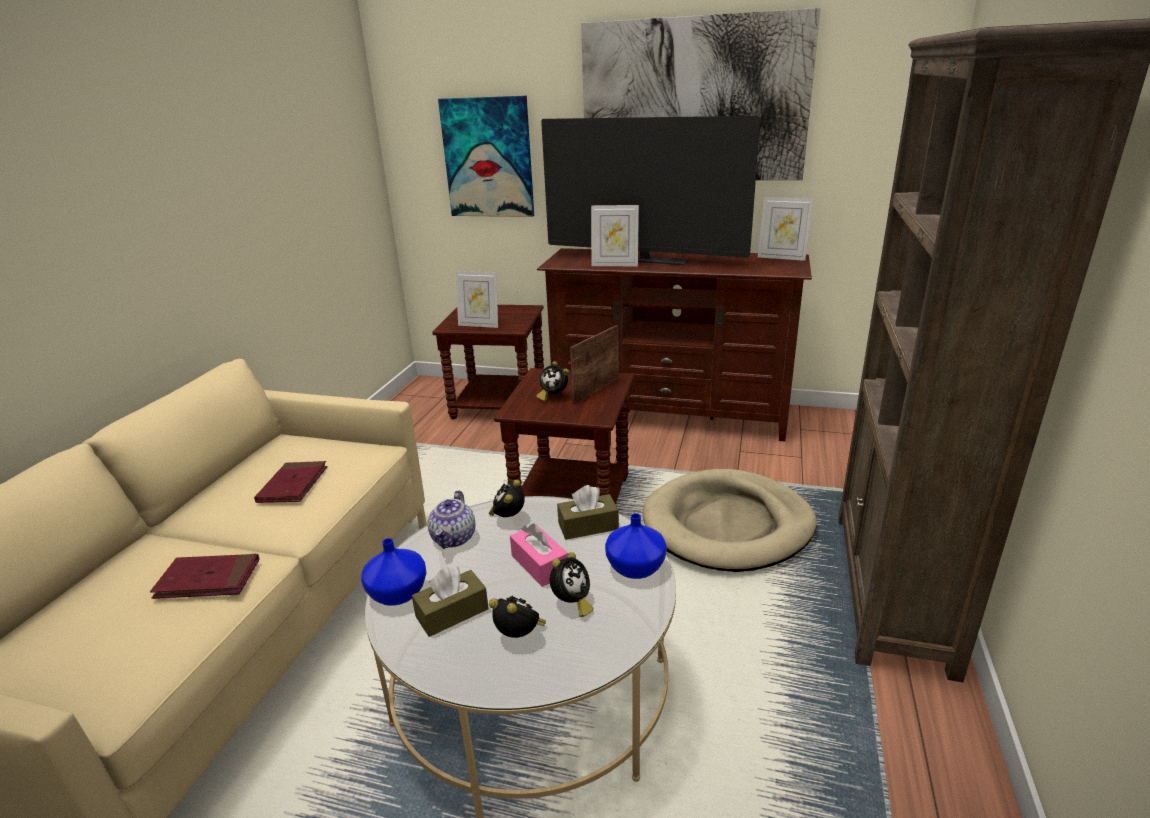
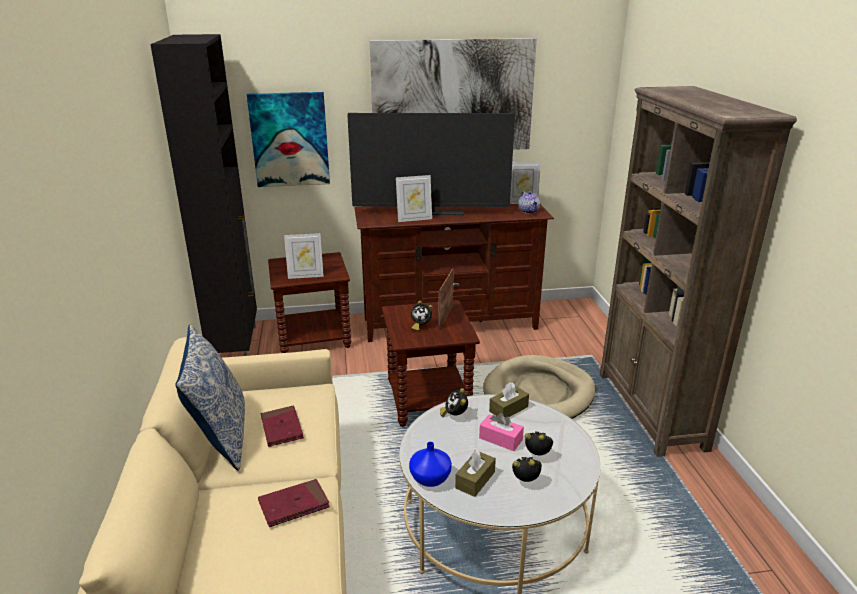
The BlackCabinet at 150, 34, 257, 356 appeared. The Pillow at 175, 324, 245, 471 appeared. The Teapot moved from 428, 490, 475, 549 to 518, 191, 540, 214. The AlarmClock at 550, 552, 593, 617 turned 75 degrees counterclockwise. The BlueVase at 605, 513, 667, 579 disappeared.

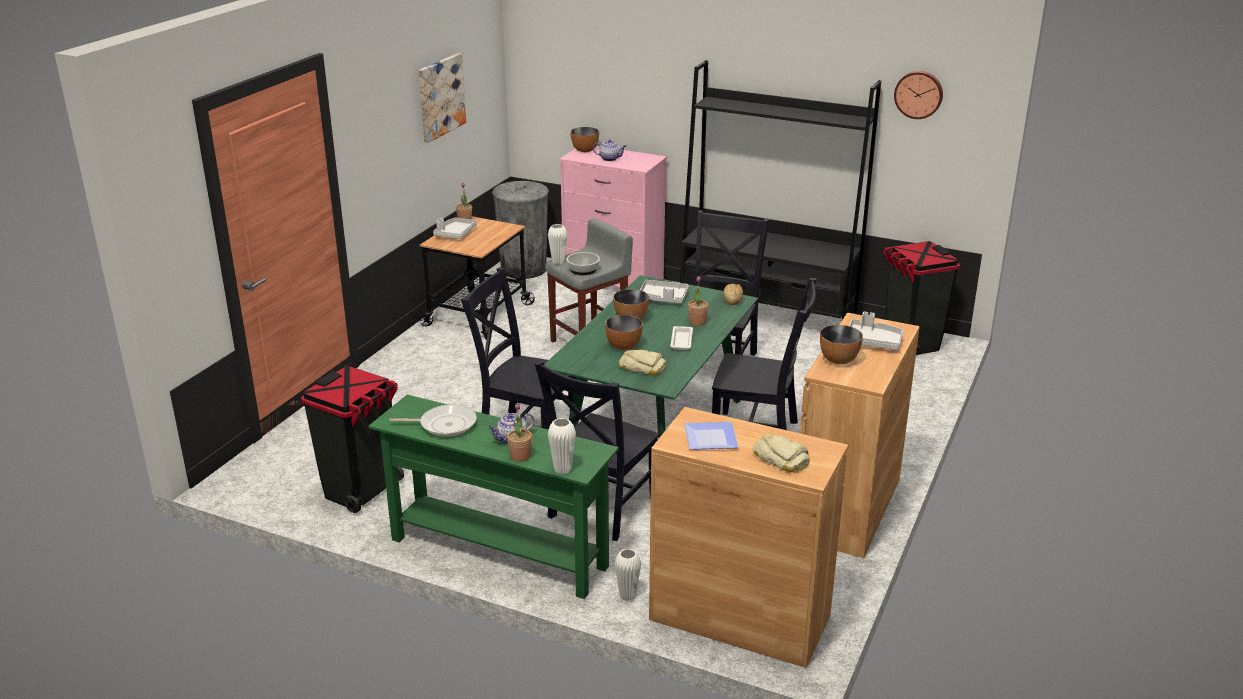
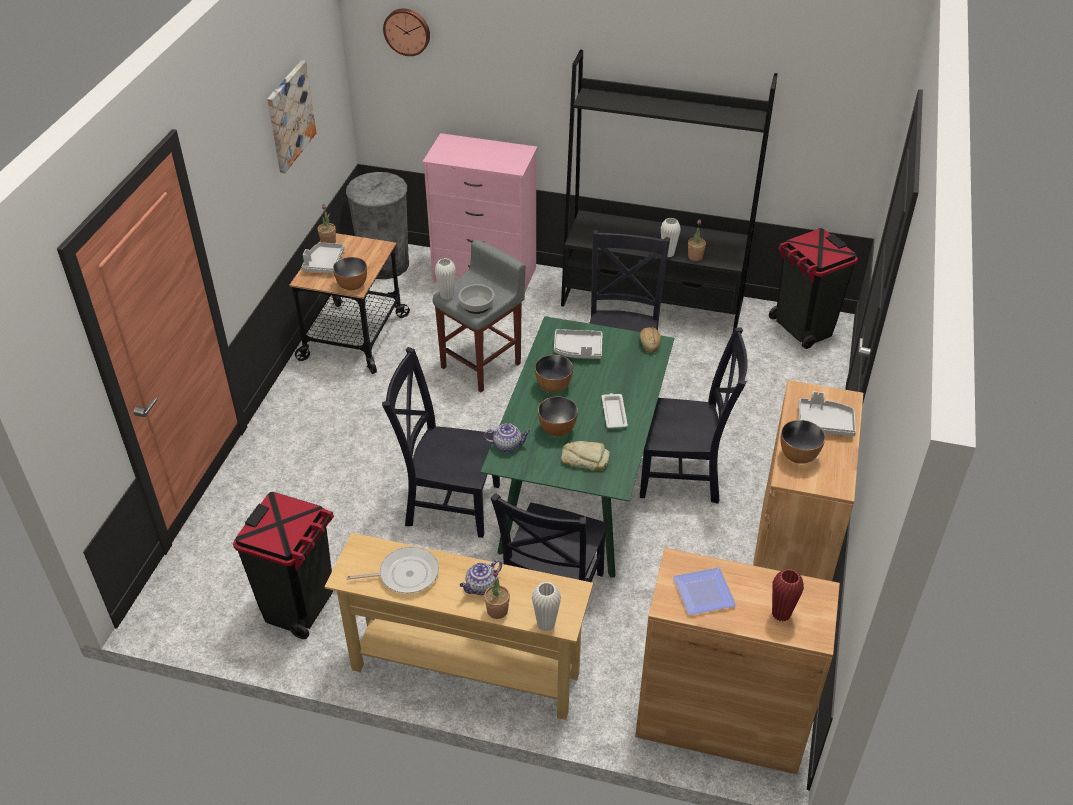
The GreenConsoleTable at 369, 394, 619, 599 became the BeigeConsoleTable at 324, 533, 593, 720. The Bowl moved from 570, 127, 599, 152 to 333, 257, 367, 290. The WallClock moved from 894, 71, 943, 119 to 383, 8, 430, 56. The Teapot moved from 593, 139, 626, 161 to 484, 423, 531, 452. The WhiteVase moved from 614, 549, 641, 601 to 661, 218, 681, 257. The PottedPlant moved from 688, 276, 708, 326 to 688, 219, 706, 261. The Bread at 753, 434, 810, 472 was replaced by the RedVase at 772, 569, 804, 622.

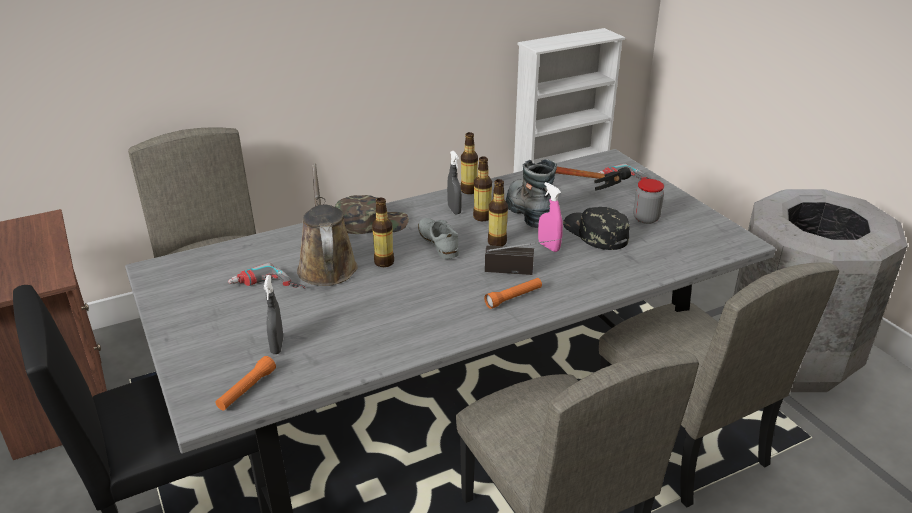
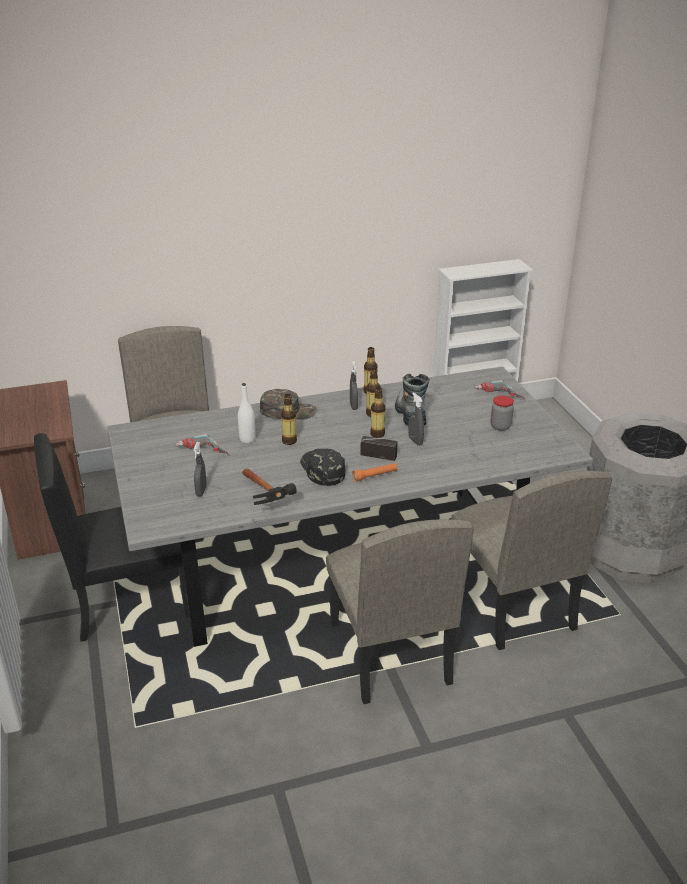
The BrownWateringCan at 297, 163, 358, 286 was replaced by the WhiteBottle at 238, 383, 255, 443. The Hammer moved from 556, 167, 631, 191 to 242, 469, 297, 505. The BlackCap moved from 563, 207, 630, 250 to 300, 449, 346, 486. The PinkSprayBottle at 538, 182, 563, 252 became the GreySprayBottle at 408, 392, 424, 446. The OrangeFlashlight at 215, 356, 276, 411 disappeared. The GreyShoe at 418, 218, 459, 259 disappeared.

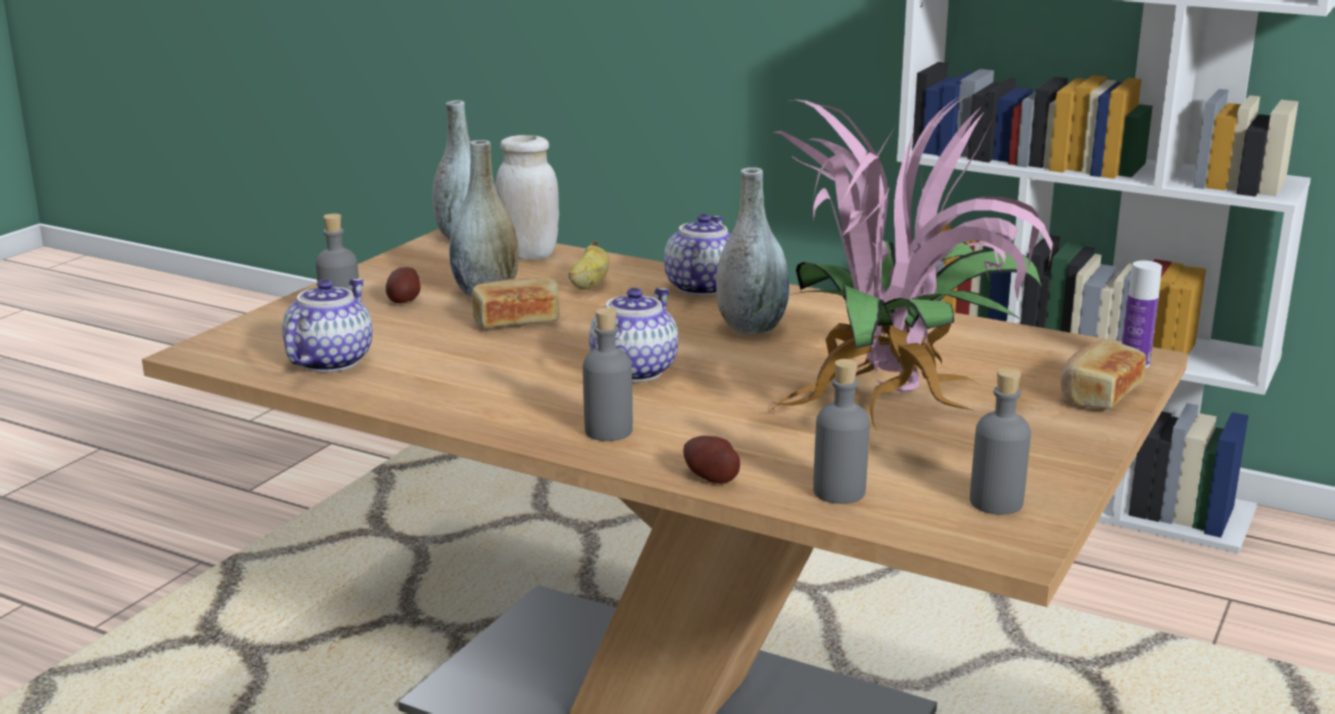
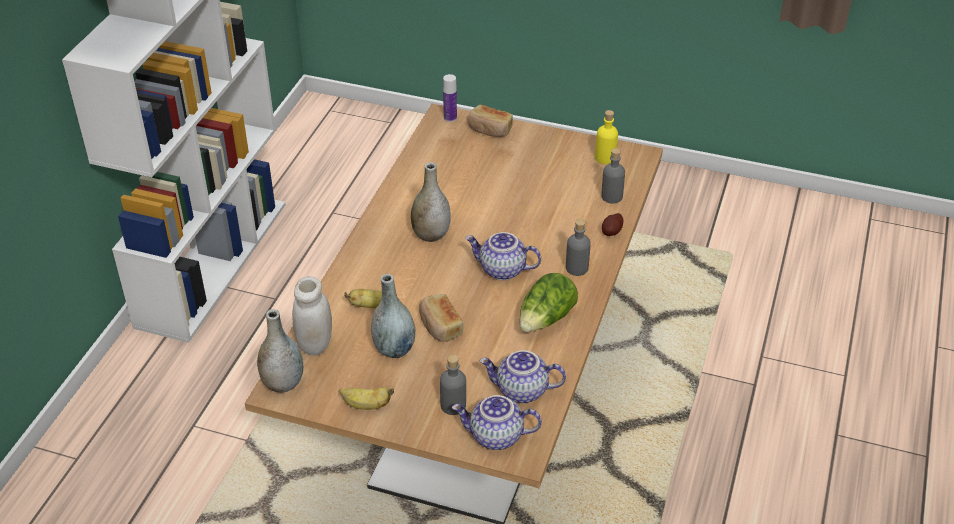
The Banana at 339, 388, 394, 410 appeared. The Teapot moved from 664, 214, 731, 296 to 452, 395, 542, 450. The Lettuce at 520, 273, 578, 332 appeared. The GreyBottle at 970, 368, 1031, 515 became the YellowBottle at 595, 110, 618, 164. The Potato at 386, 267, 421, 303 disappeared. The PottedPlant at 751, 94, 1053, 431 disappeared.

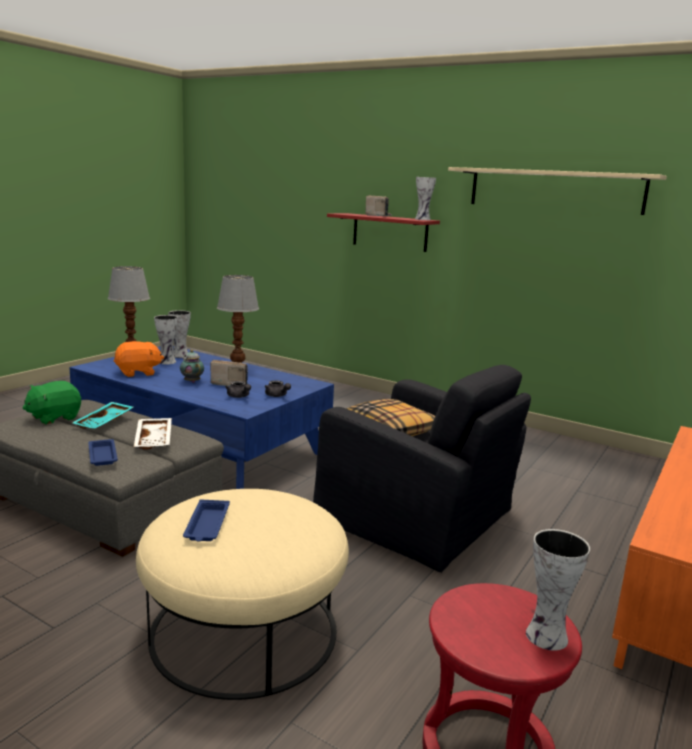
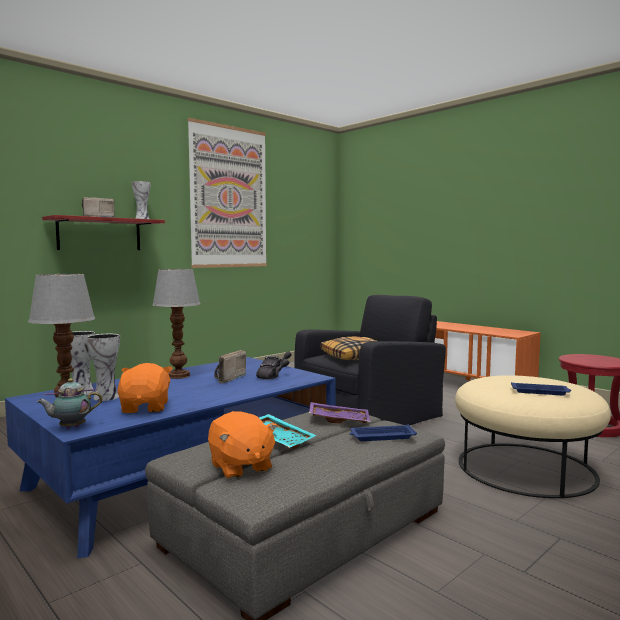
The Teapot moved from 180, 350, 204, 383 to 37, 378, 102, 428. The BeigeShelf at 448, 167, 667, 215 was replaced by the Picture at 188, 118, 267, 268. The GreenPlushToy at 23, 381, 81, 425 became the OrangePlushToy at 208, 411, 277, 479. The WhiteTray at 134, 418, 172, 450 became the PurpleTray at 309, 402, 370, 424. The Vase at 526, 529, 590, 651 disappeared.

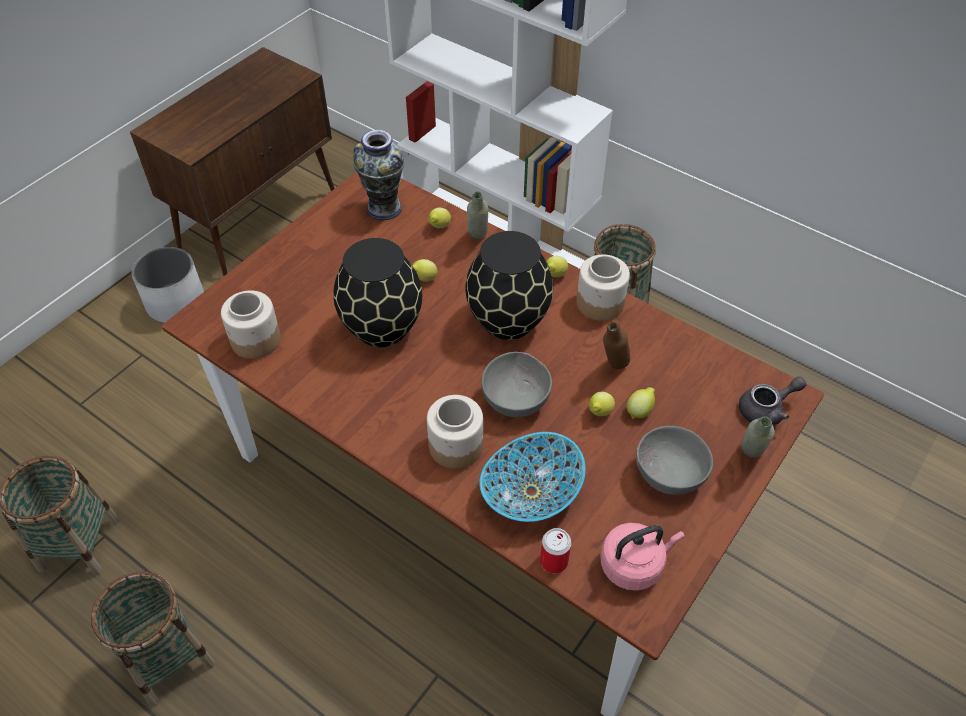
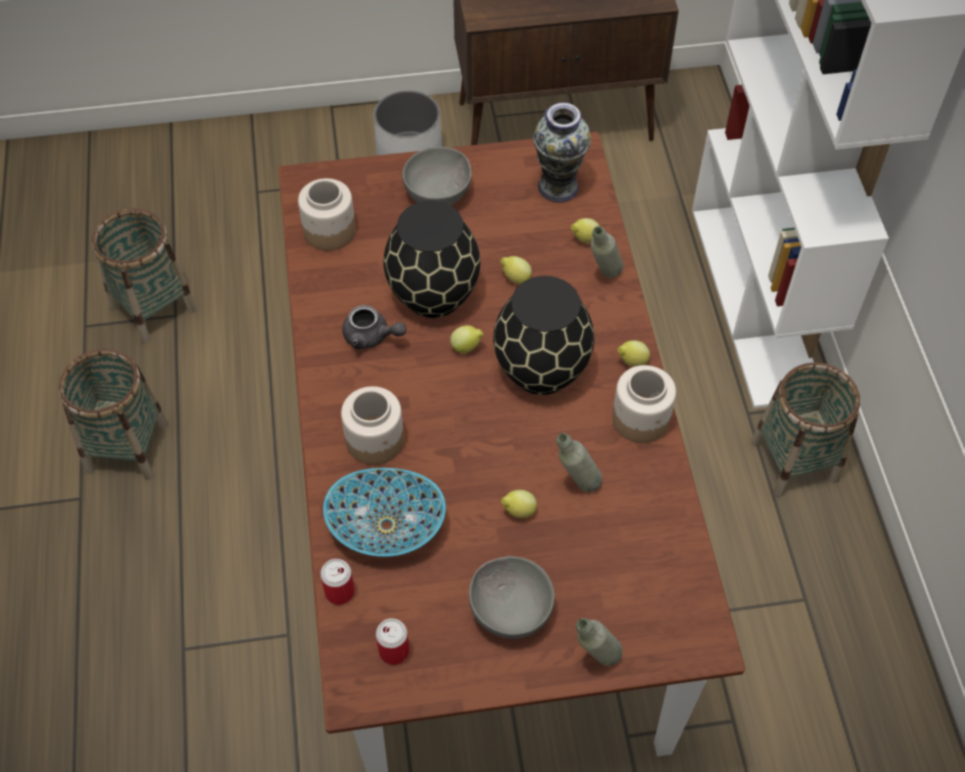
The GreyTeapot moved from 739, 376, 806, 425 to 342, 305, 406, 349. The PinkKettle at 601, 523, 685, 591 was replaced by the Can at 376, 618, 409, 665. The GreyBowl moved from 481, 352, 552, 417 to 402, 147, 472, 205. The Lemon moved from 627, 387, 655, 419 to 450, 325, 484, 353. The BrownBottle at 603, 322, 630, 369 became the GreyBottle at 556, 433, 602, 492.

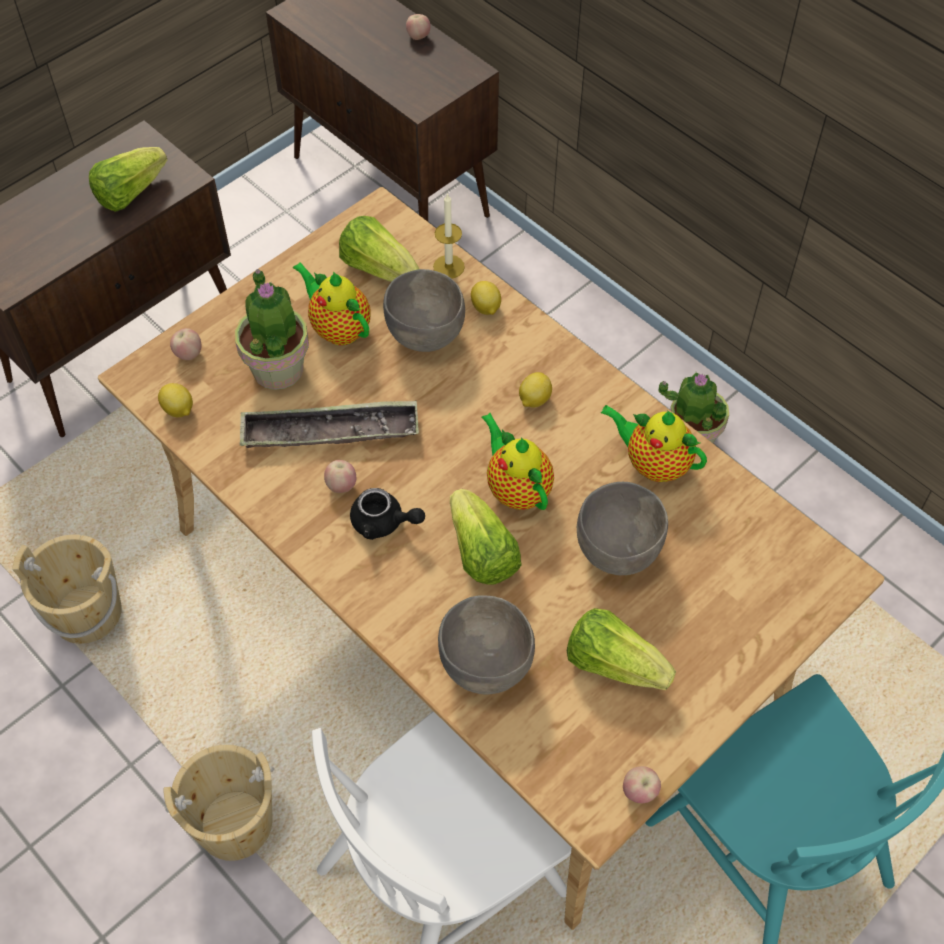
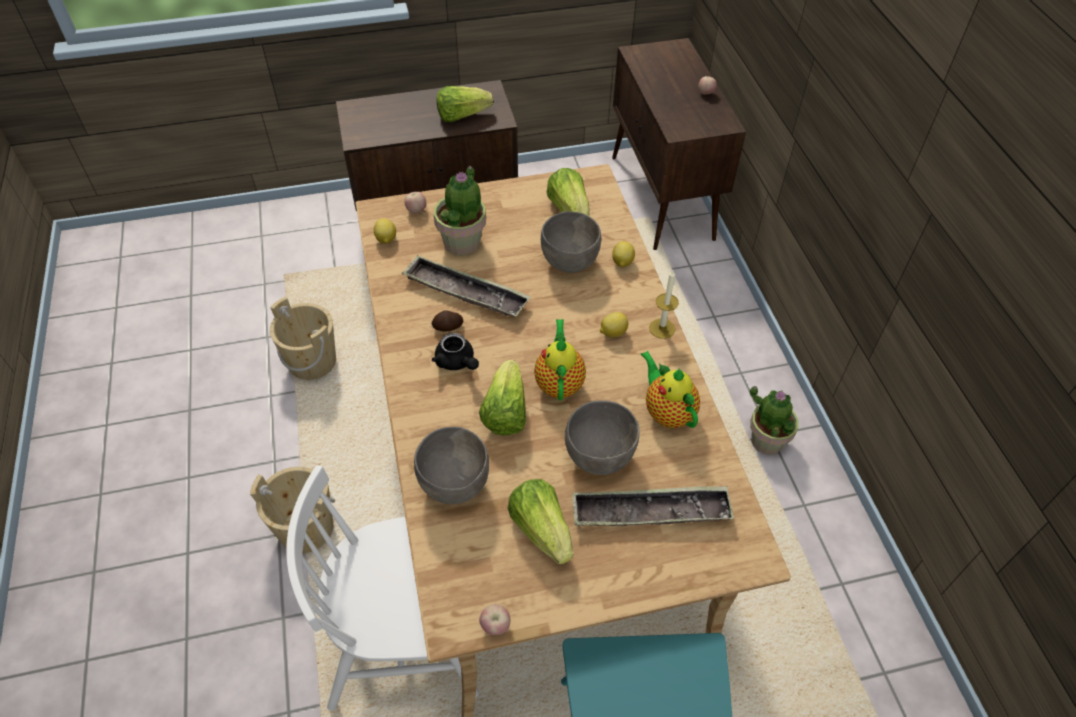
The Apple at 324, 460, 356, 493 was replaced by the Potato at 432, 310, 463, 332. The Tray at 572, 486, 734, 526 appeared. The Candle moved from 433, 193, 465, 279 to 649, 270, 679, 339. The Teapot at 293, 262, 371, 345 disappeared.

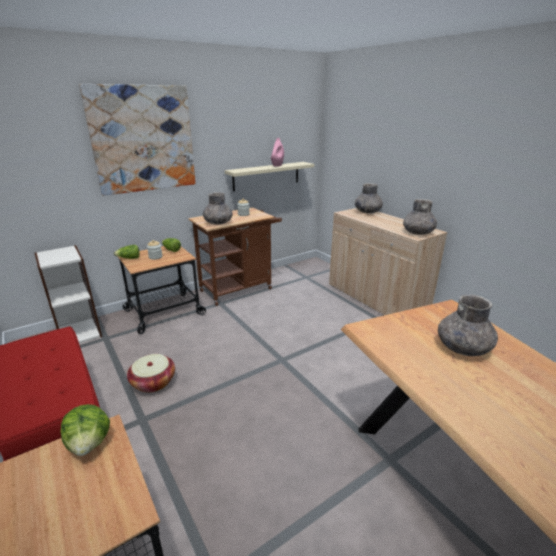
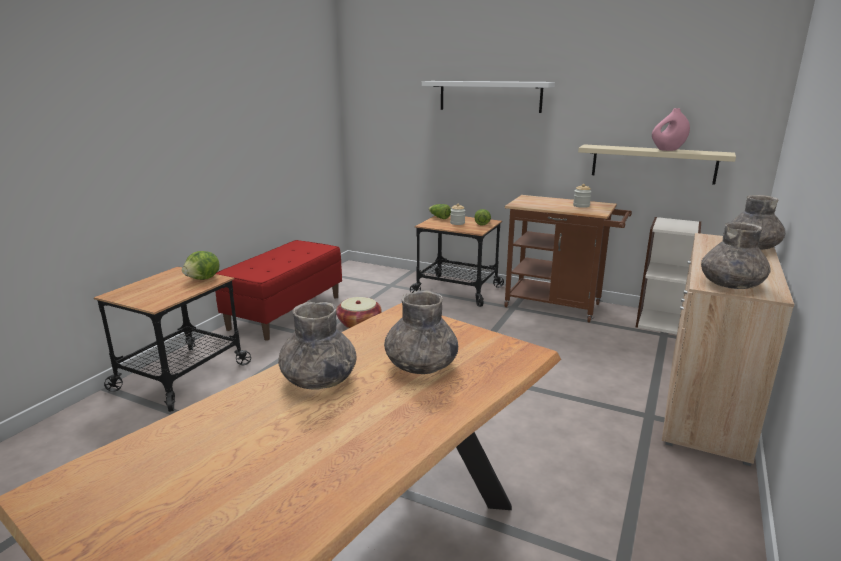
The GreyVase moved from 203, 192, 233, 225 to 278, 302, 356, 390. The Picture at 79, 84, 196, 196 was replaced by the WhiteShelf at 422, 81, 555, 113. The Bookcase moved from 35, 245, 102, 344 to 636, 217, 701, 335.

